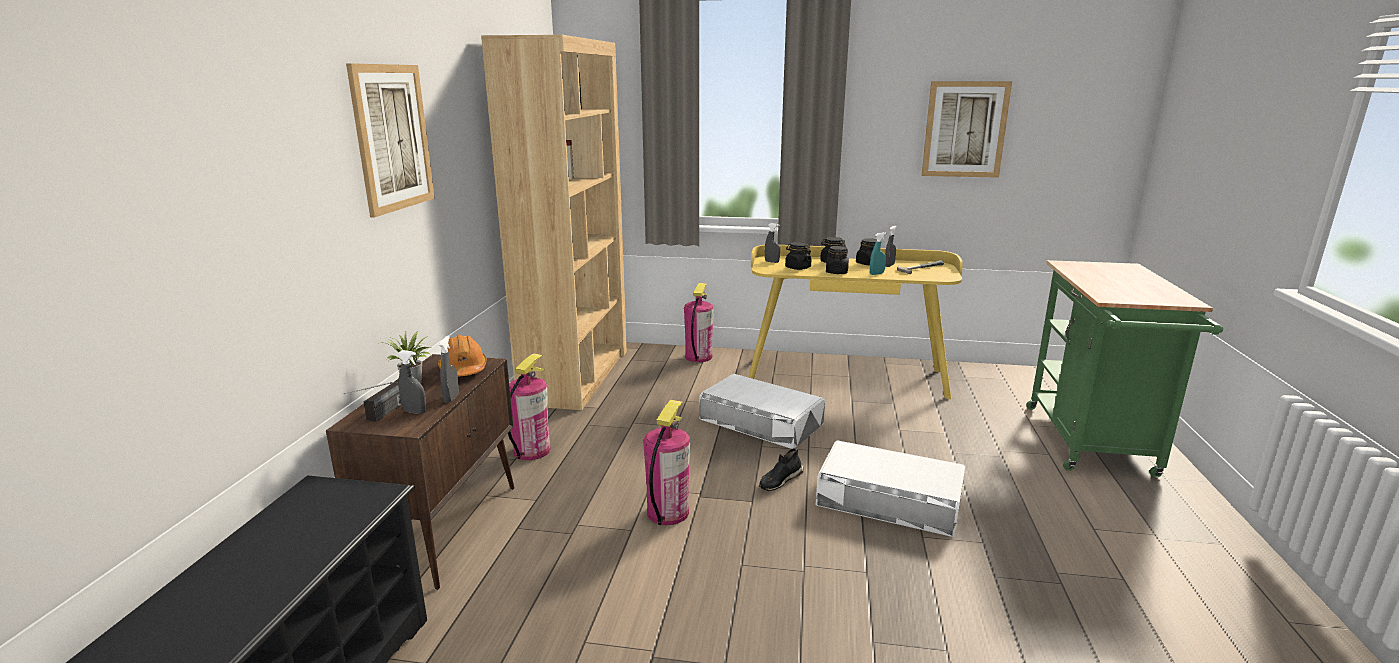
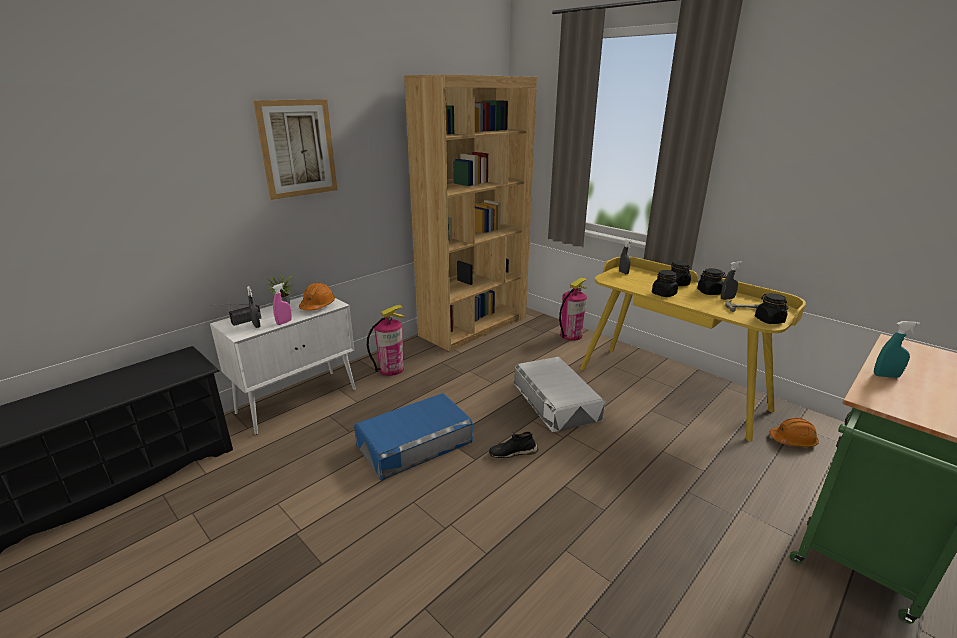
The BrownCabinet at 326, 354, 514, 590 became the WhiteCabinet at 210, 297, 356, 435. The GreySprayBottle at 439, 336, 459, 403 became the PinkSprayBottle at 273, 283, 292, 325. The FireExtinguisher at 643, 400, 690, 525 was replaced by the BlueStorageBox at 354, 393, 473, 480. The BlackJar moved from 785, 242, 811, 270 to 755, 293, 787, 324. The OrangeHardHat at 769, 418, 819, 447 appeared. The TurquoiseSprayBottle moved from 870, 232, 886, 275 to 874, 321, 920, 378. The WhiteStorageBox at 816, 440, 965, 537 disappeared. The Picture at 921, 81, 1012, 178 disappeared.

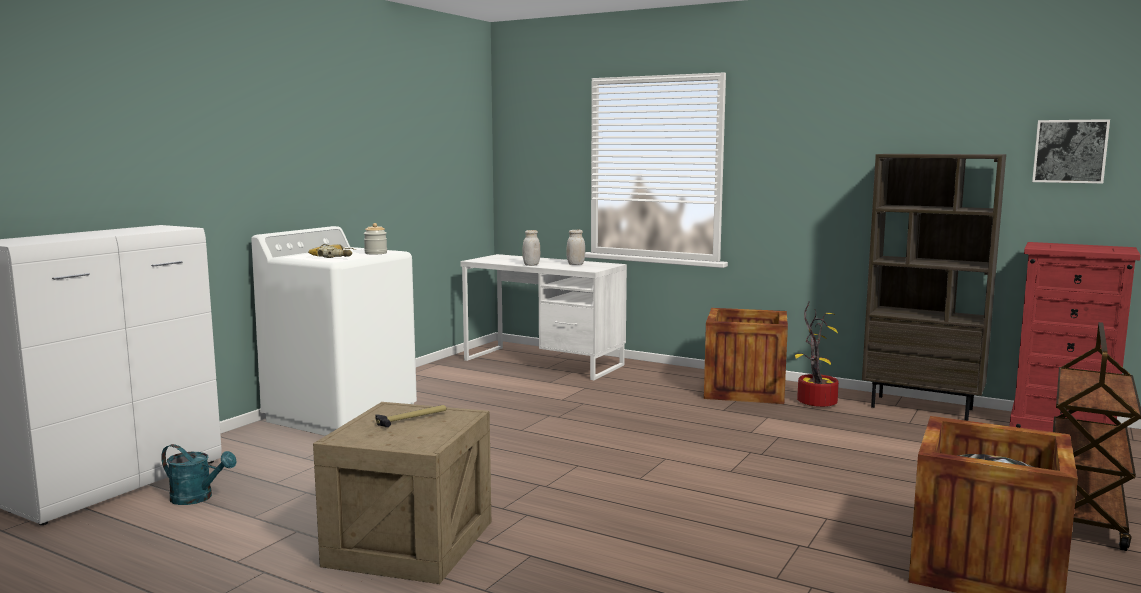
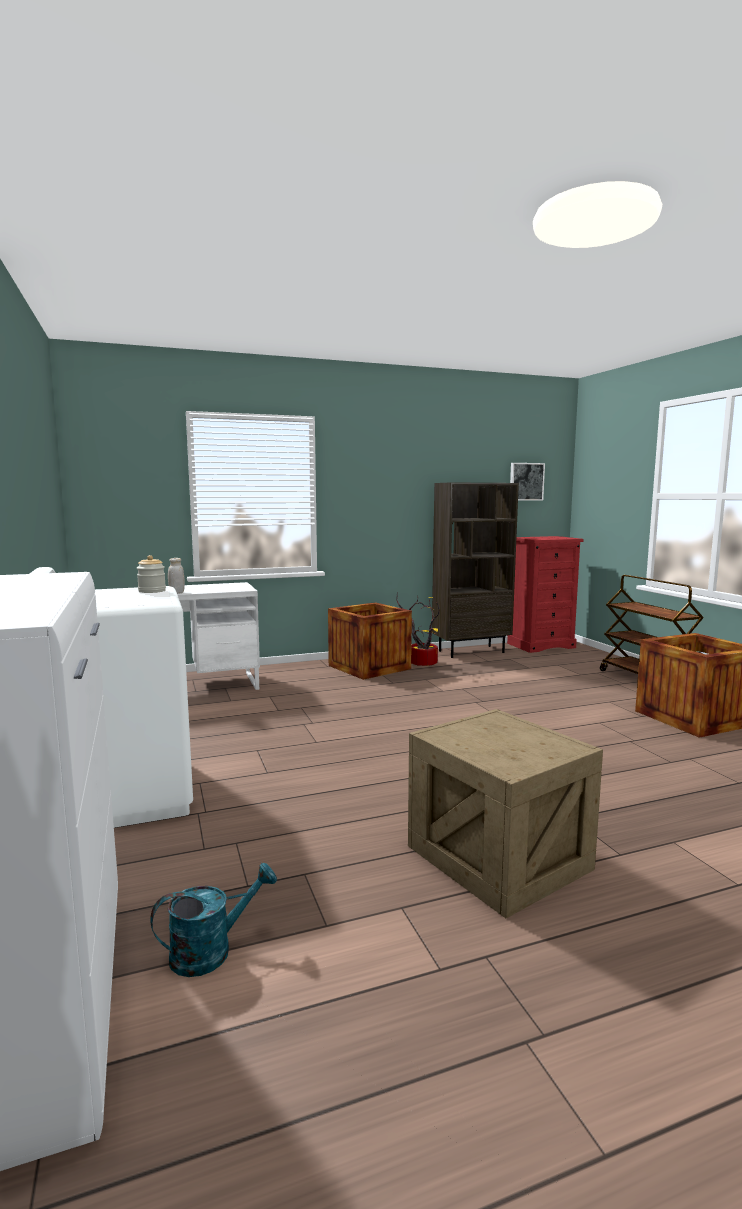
The PowerDrill at 308, 244, 356, 258 disappeared. The Hammer at 375, 405, 446, 427 disappeared. The WhiteJar at 566, 230, 585, 265 disappeared.

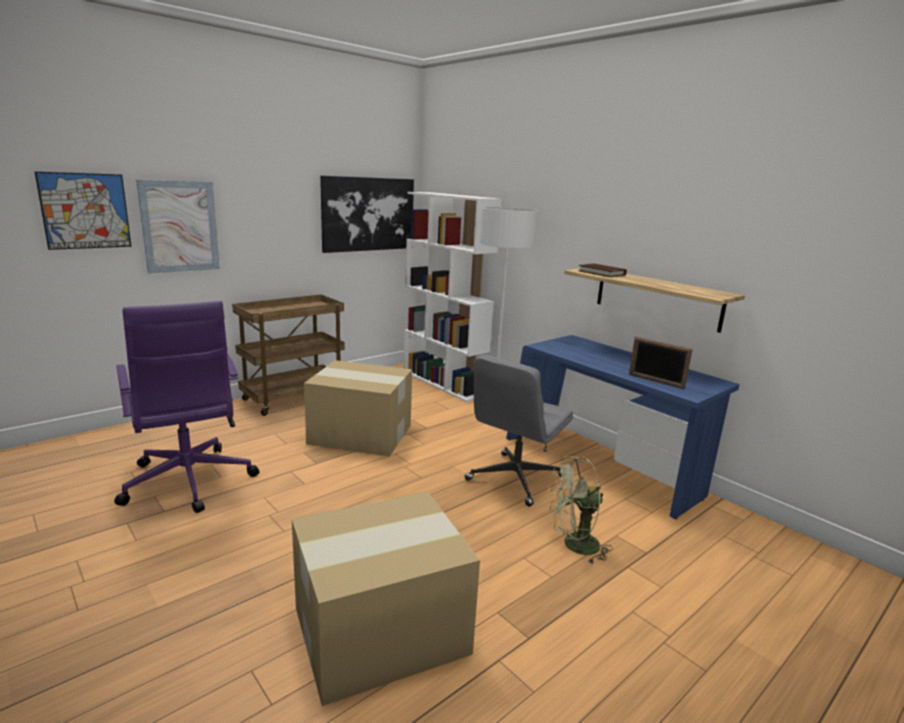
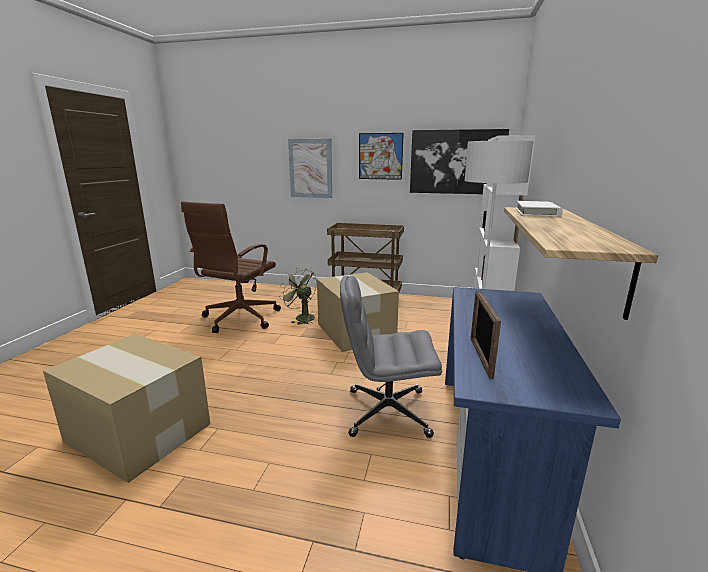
The PurpleOfficeChair at 114, 301, 259, 513 became the BrownOfficeChair at 181, 201, 281, 333. The GreenFan moved from 548, 456, 613, 564 to 279, 268, 317, 325. The Picture moved from 35, 172, 132, 250 to 359, 133, 404, 180. The BrownBook at 578, 264, 627, 277 became the WhiteBook at 515, 201, 562, 217.

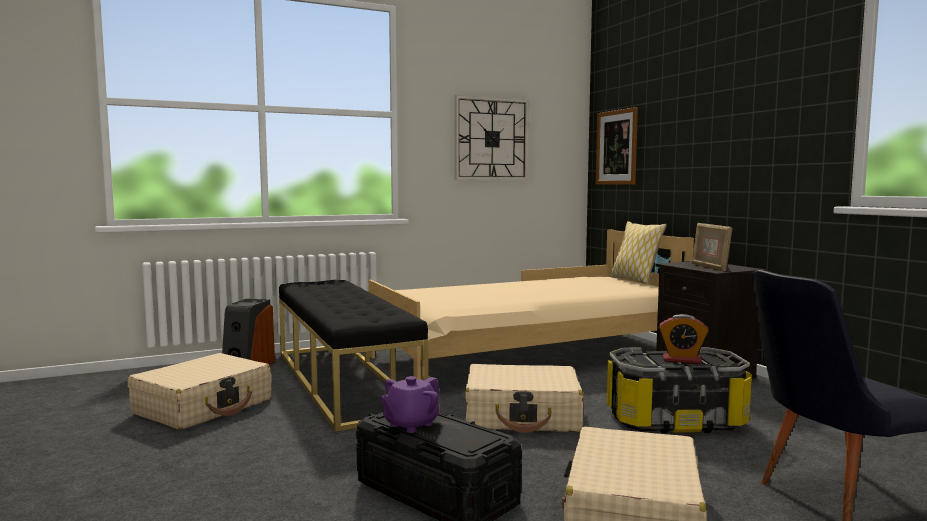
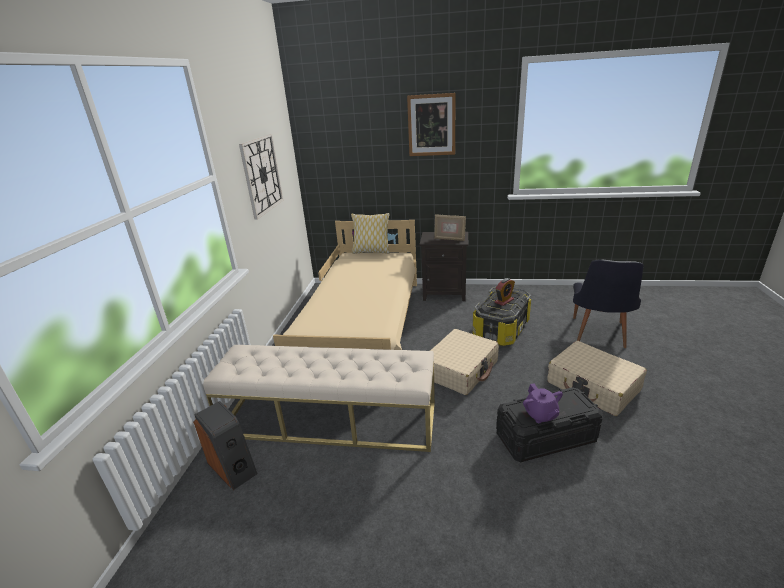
The BlackBench at 279, 280, 429, 432 became the BeigeBench at 203, 345, 435, 452. The Picture moved from 596, 107, 638, 185 to 407, 93, 456, 156. The BeigeSuitcase at 128, 353, 272, 430 disappeared.

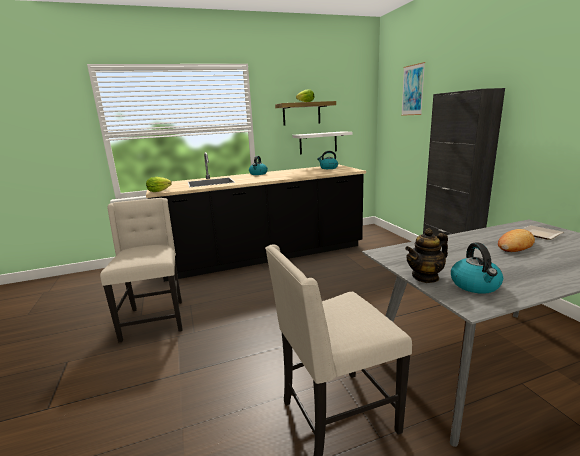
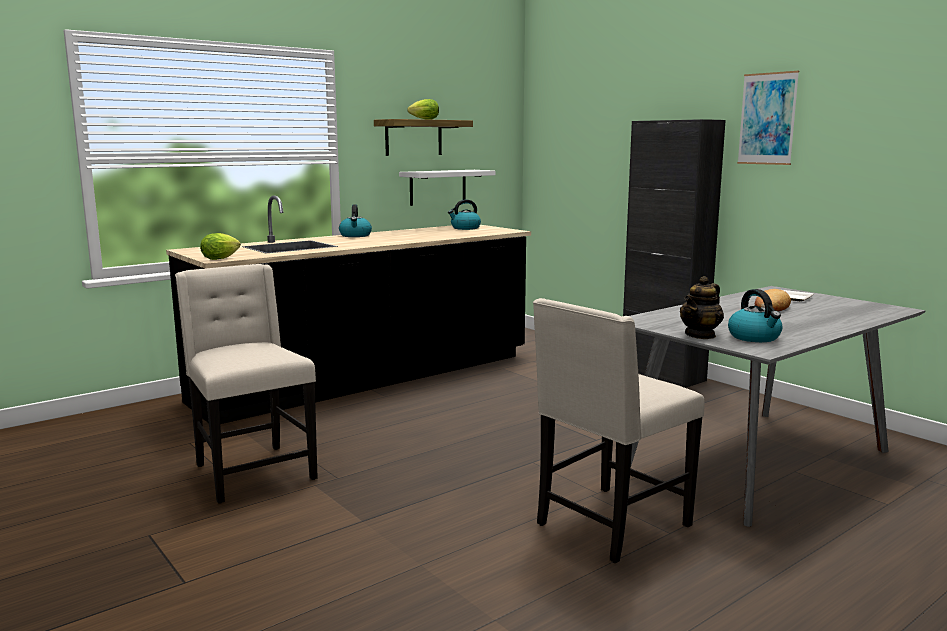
The Picture moved from 401, 62, 425, 116 to 737, 71, 799, 165.

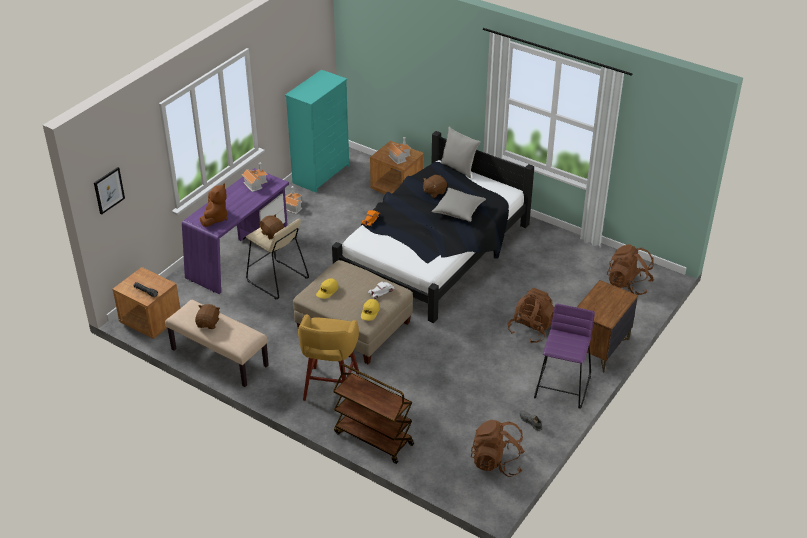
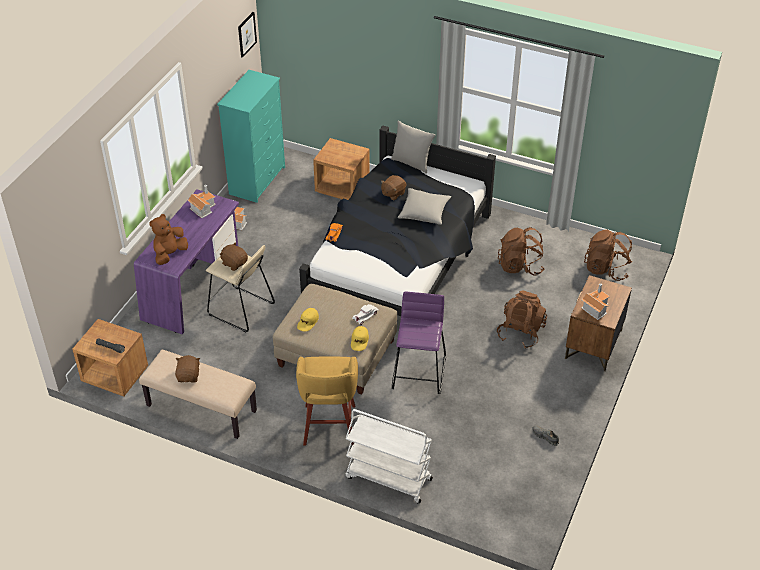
The BrownPlushToy at 200, 183, 228, 227 turned 150 degrees counterclockwise. The Picture moved from 94, 167, 125, 215 to 238, 12, 257, 58. The BrownCart at 333, 364, 414, 464 became the WhiteCart at 346, 409, 433, 504. The PurpleStool moved from 534, 304, 595, 409 to 392, 291, 446, 394. The BrownBackpack moved from 471, 420, 525, 477 to 498, 227, 544, 275. The ToyHouse moved from 388, 137, 411, 164 to 582, 283, 610, 320.

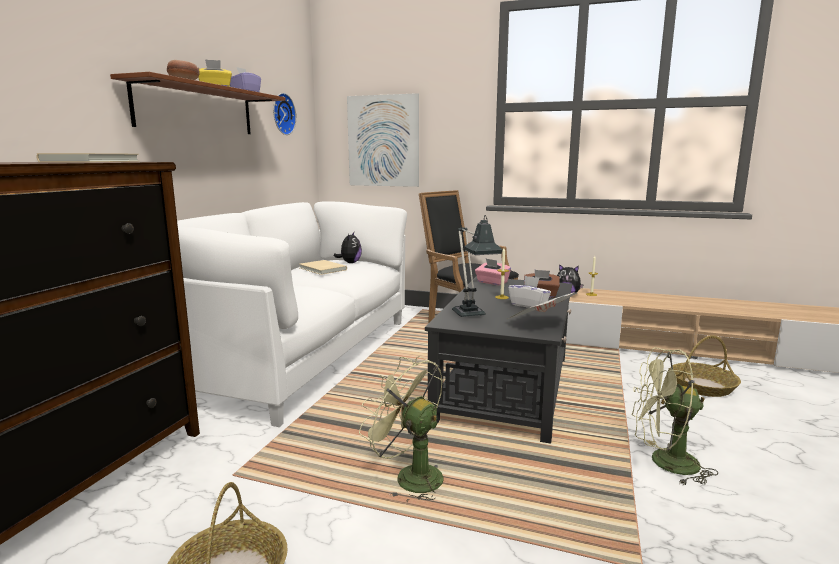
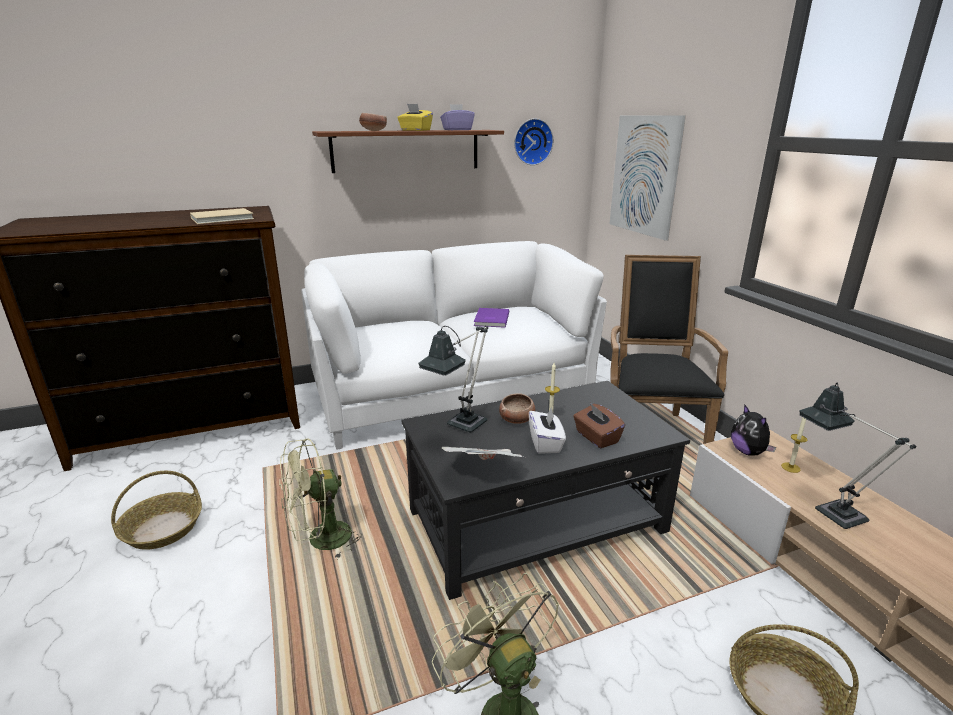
The GreenFan at 359, 356, 444, 502 turned 120 degrees counterclockwise. The BeigeBook at 300, 260, 347, 275 became the PurpleBook at 474, 308, 509, 328. The Bowl at 499, 393, 535, 424 appeared. The TableLamp at 799, 383, 916, 529 appeared. The PlushToy at 334, 232, 362, 263 disappeared. The PinkTissueBox at 475, 259, 511, 285 disappeared.

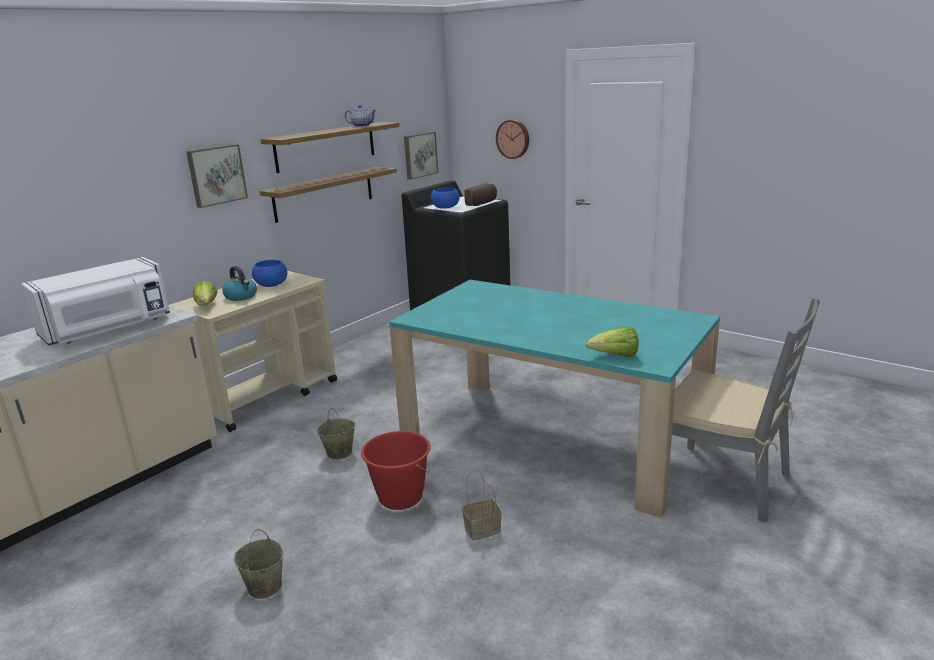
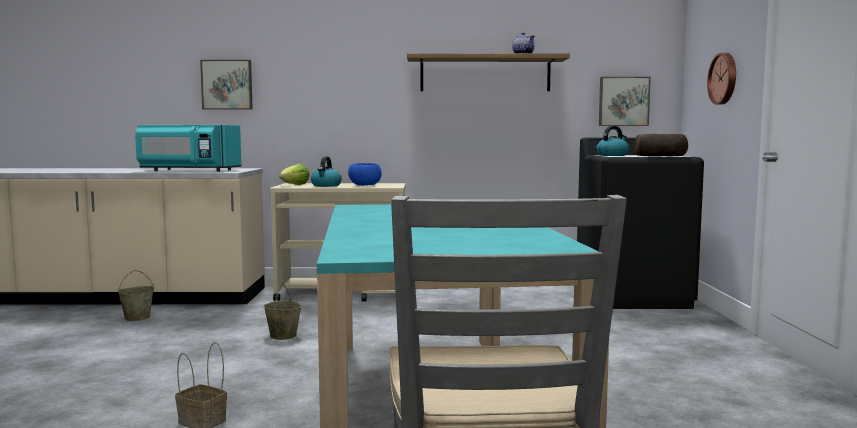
The BeigeBucket moved from 234, 529, 284, 599 to 118, 270, 154, 321. The WhiteMicrowave at 21, 257, 170, 346 became the TurquoiseMicrowave at 135, 125, 242, 172. The Picture moved from 186, 144, 248, 208 to 200, 60, 253, 110. The BlueBowl at 431, 187, 459, 209 was replaced by the Kettle at 596, 125, 629, 156. The Shelf at 259, 167, 397, 223 disappeared. The RedBucket at 361, 431, 431, 510 disappeared. The Lettuce at 586, 327, 639, 357 disappeared.

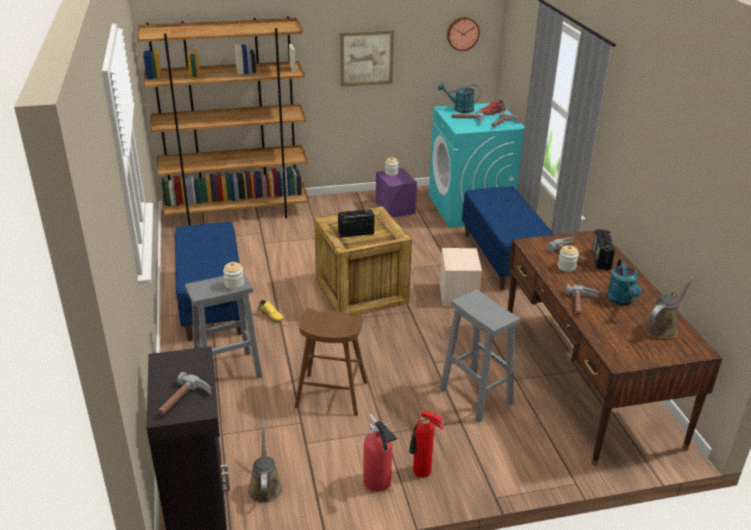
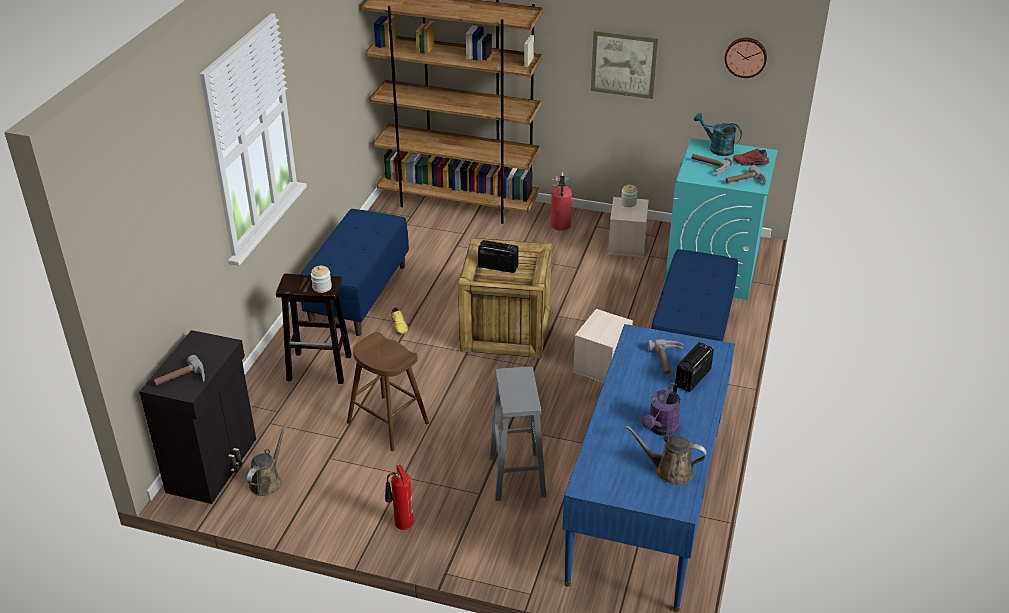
The GreyStool at 185, 272, 262, 378 became the BrownStool at 276, 274, 352, 384. The FireExtinguisher moved from 363, 414, 397, 492 to 551, 172, 572, 231. The BrownDesk at 508, 230, 723, 466 became the BlueDesk at 563, 324, 735, 613. The PurpleStorageBox at 375, 168, 417, 218 became the BeigeStorageBox at 608, 197, 649, 258. The BrownWateringCan at 643, 277, 695, 339 turned 150 degrees counterclockwise. The TurquoiseWateringCan at 606, 259, 642, 306 became the PurpleWateringCan at 642, 382, 681, 436. The Jar at 558, 245, 579, 272 disappeared. The Hammer at 566, 284, 600, 316 disappeared.

